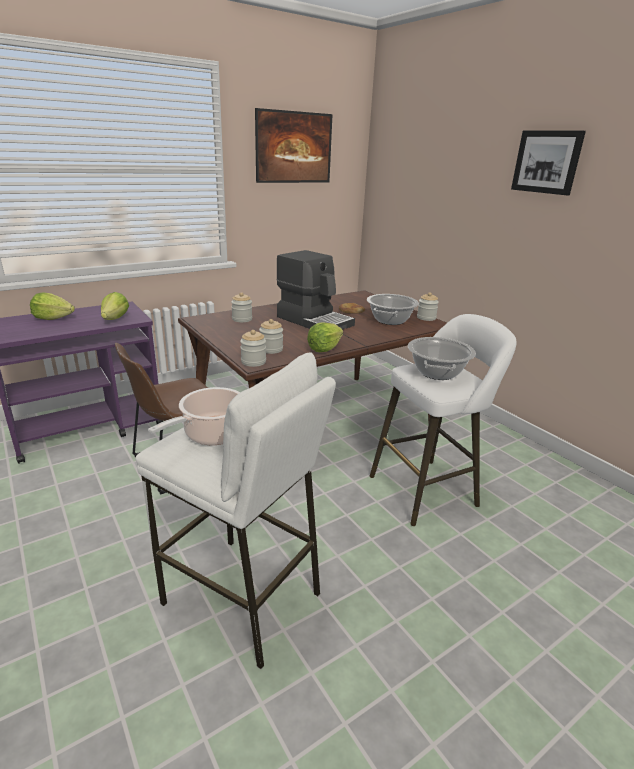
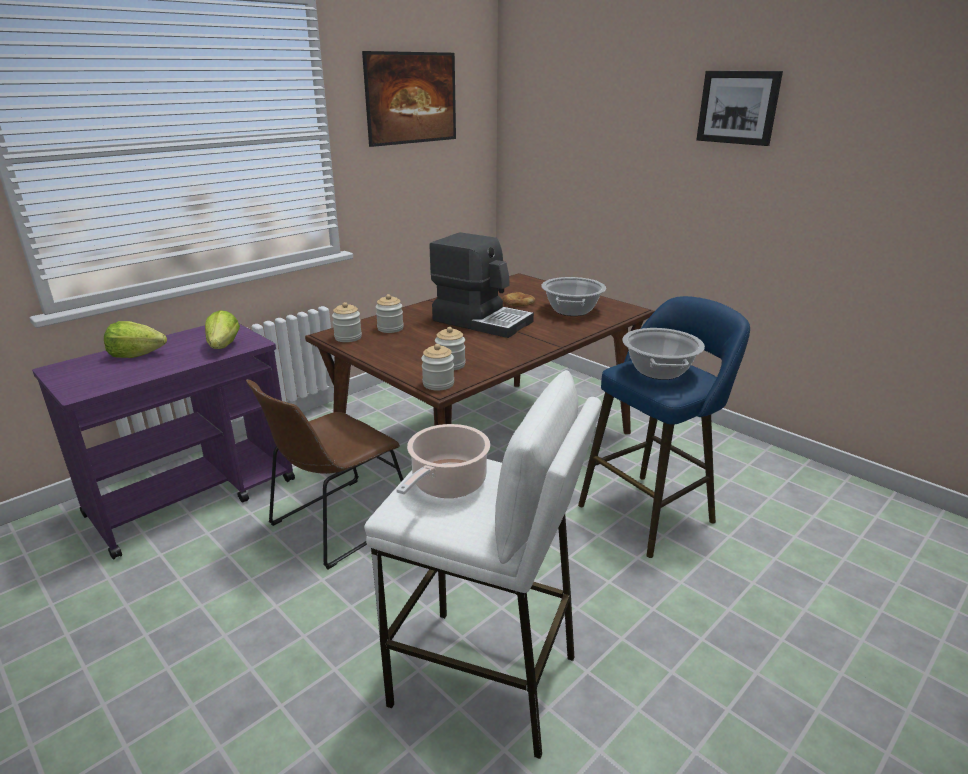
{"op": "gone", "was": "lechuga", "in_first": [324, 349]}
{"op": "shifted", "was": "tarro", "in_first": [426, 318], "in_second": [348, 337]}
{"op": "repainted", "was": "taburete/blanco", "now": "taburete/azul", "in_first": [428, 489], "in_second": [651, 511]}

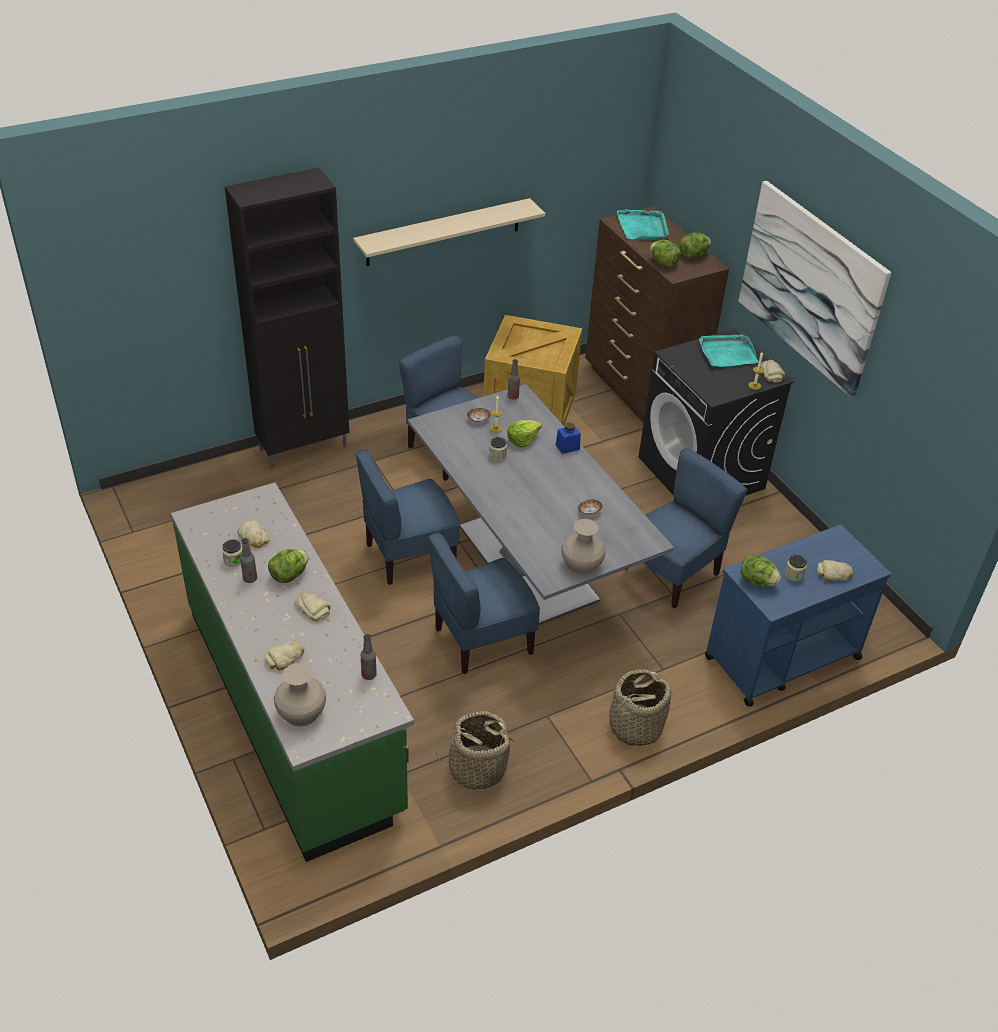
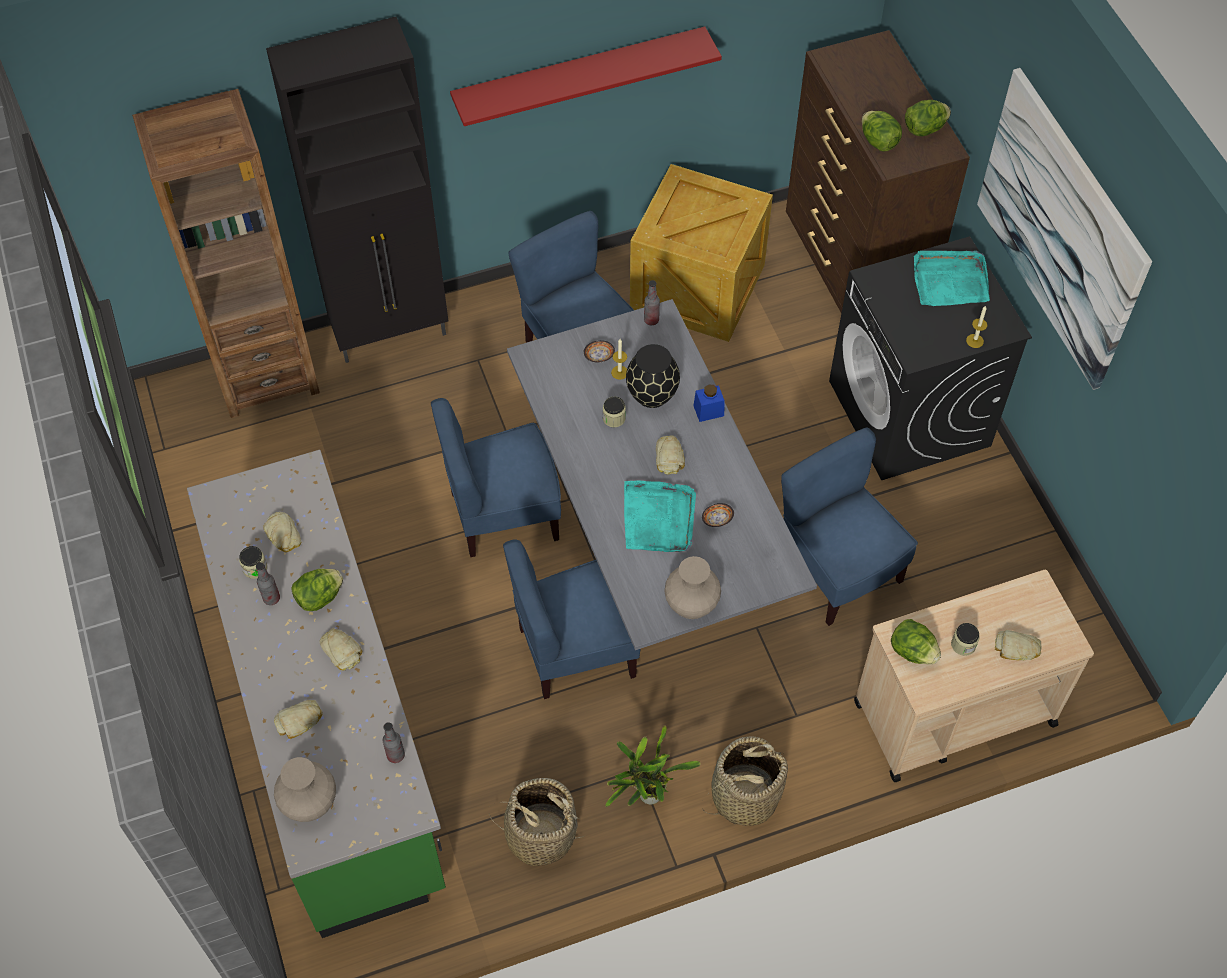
{"op": "new", "now": "estantería/marrón", "in_second": [266, 376]}
{"op": "new", "now": "planta en maceta", "in_second": [646, 795]}
{"op": "shifted", "was": "bandeja/turquesa", "in_first": [643, 227], "in_second": [658, 519]}
{"op": "shifted", "was": "pan", "in_first": [772, 374], "in_second": [670, 457]}
{"op": "swapped", "was": "lechuga", "now": "florero/negro", "in_first": [522, 440], "in_second": [651, 394]}
{"op": "repainted", "was": "estante/beis", "now": "estante/rojo", "in_first": [443, 232], "in_second": [579, 75]}
{"op": "repainted", "was": "carrito/azul", "now": "carrito/beis", "in_first": [781, 658], "in_second": [953, 713]}
{"op": "rotated", "was": "silla/azul", "in_first": [672, 572], "in_second": [838, 570], "clockwise": -90}

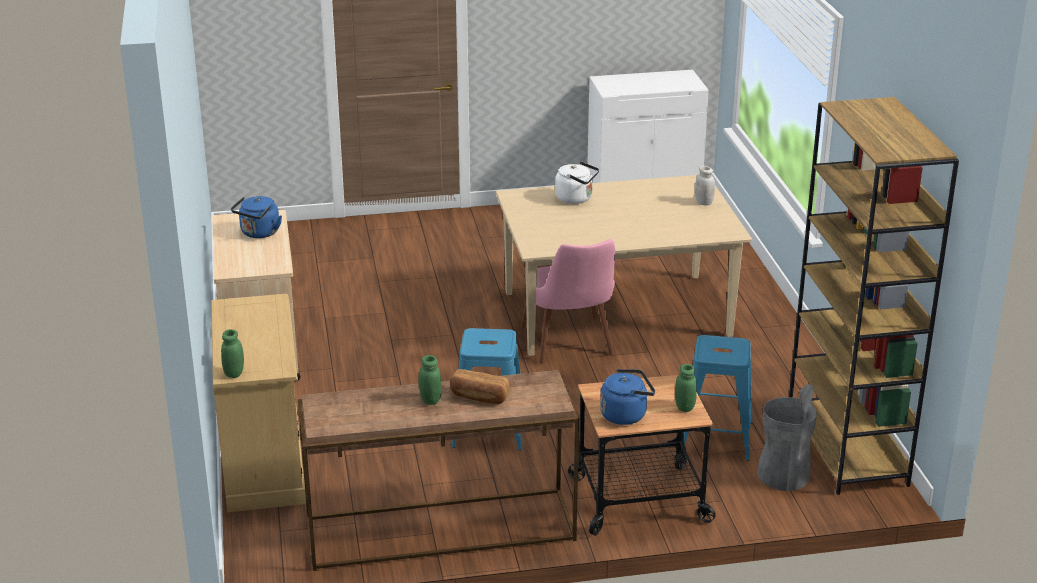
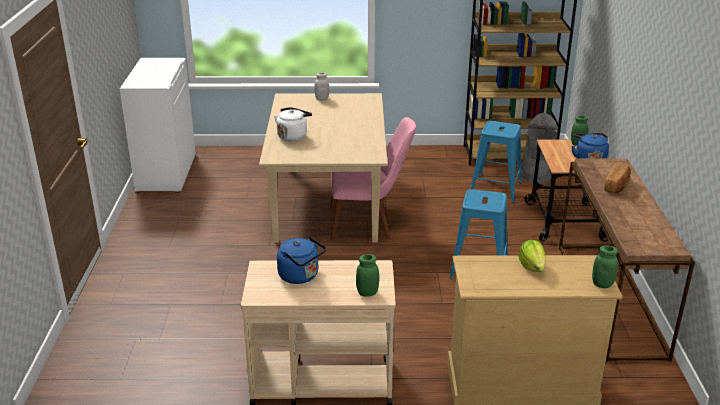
{"op": "new", "now": "lechuga", "in_second": [532, 266]}
{"op": "shifted", "was": "tarro/verde", "in_first": [430, 400], "in_second": [367, 293]}

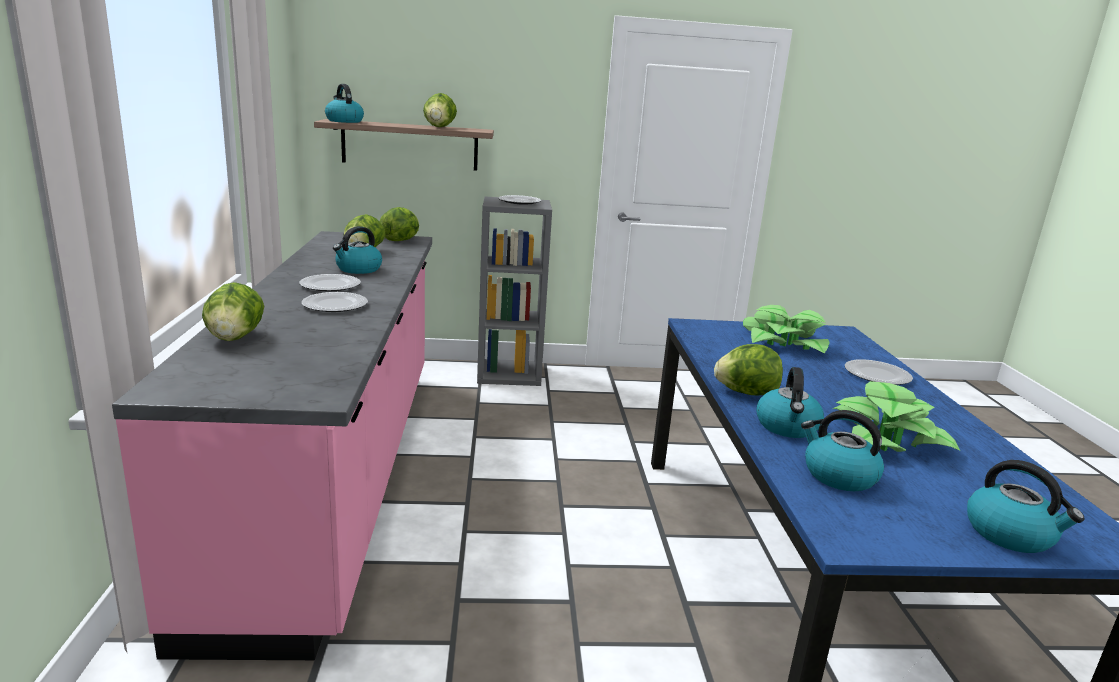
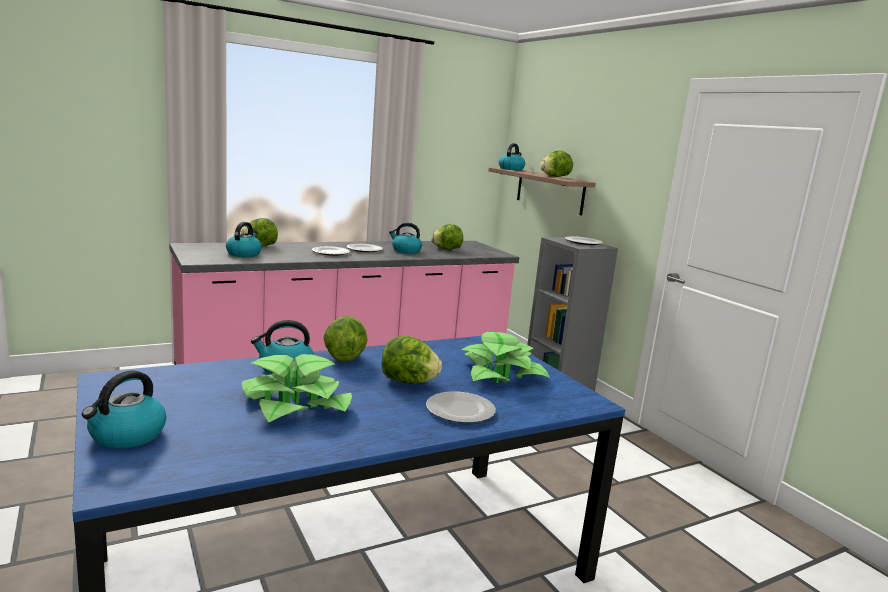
{"op": "shifted", "was": "lechuga", "in_first": [401, 240], "in_second": [408, 382]}
{"op": "shifted", "was": "hervidor", "in_first": [838, 475], "in_second": [244, 254]}

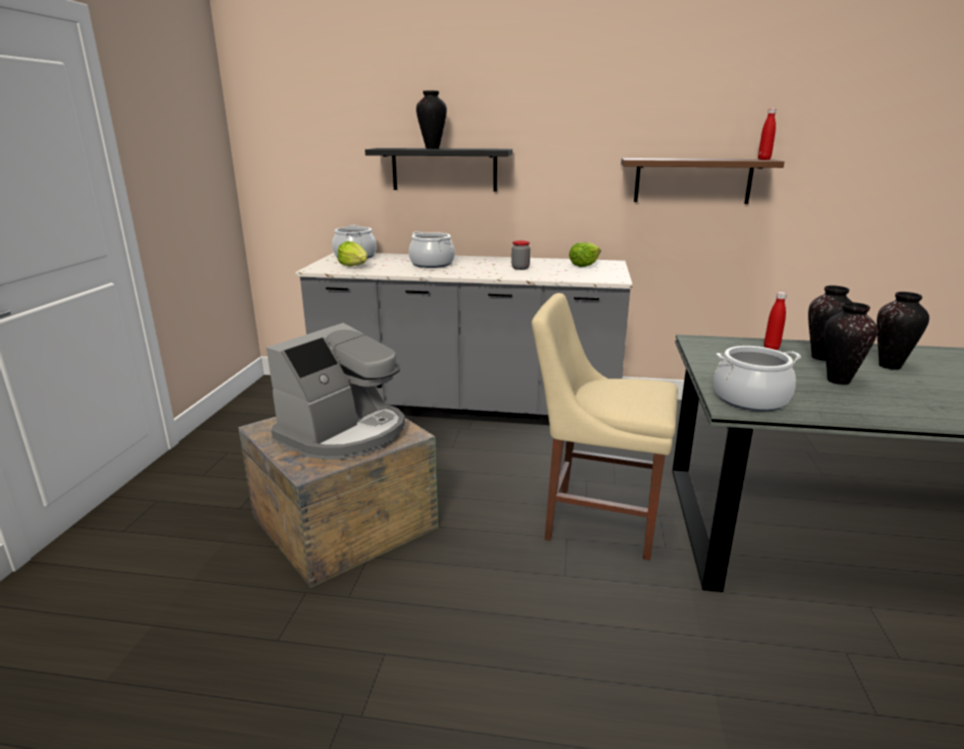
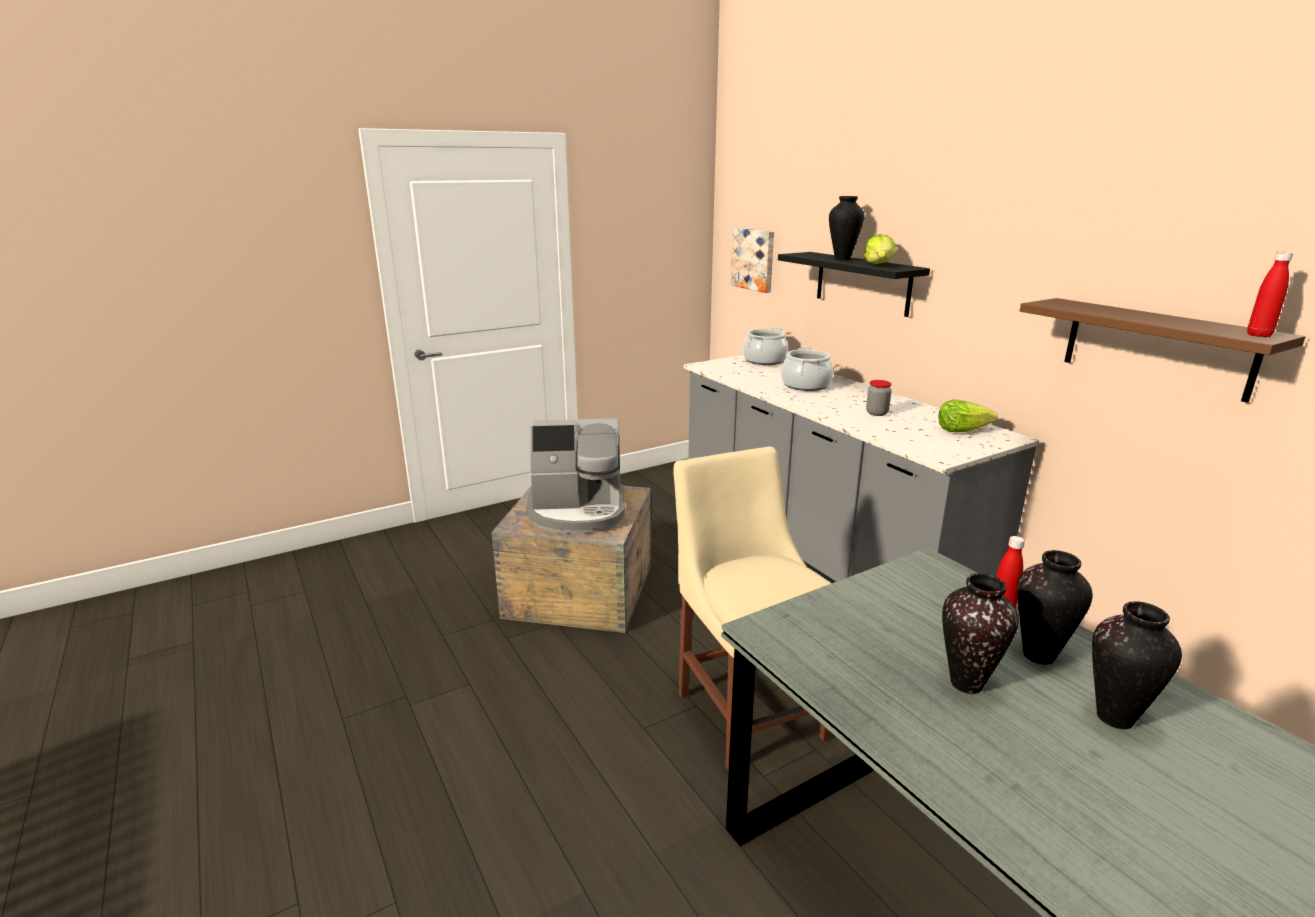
{"op": "gone", "was": "olla", "in_first": [750, 399]}
{"op": "new", "now": "cuadro", "in_second": [754, 259]}
{"op": "shifted", "was": "lechuga", "in_first": [355, 266], "in_second": [879, 265]}

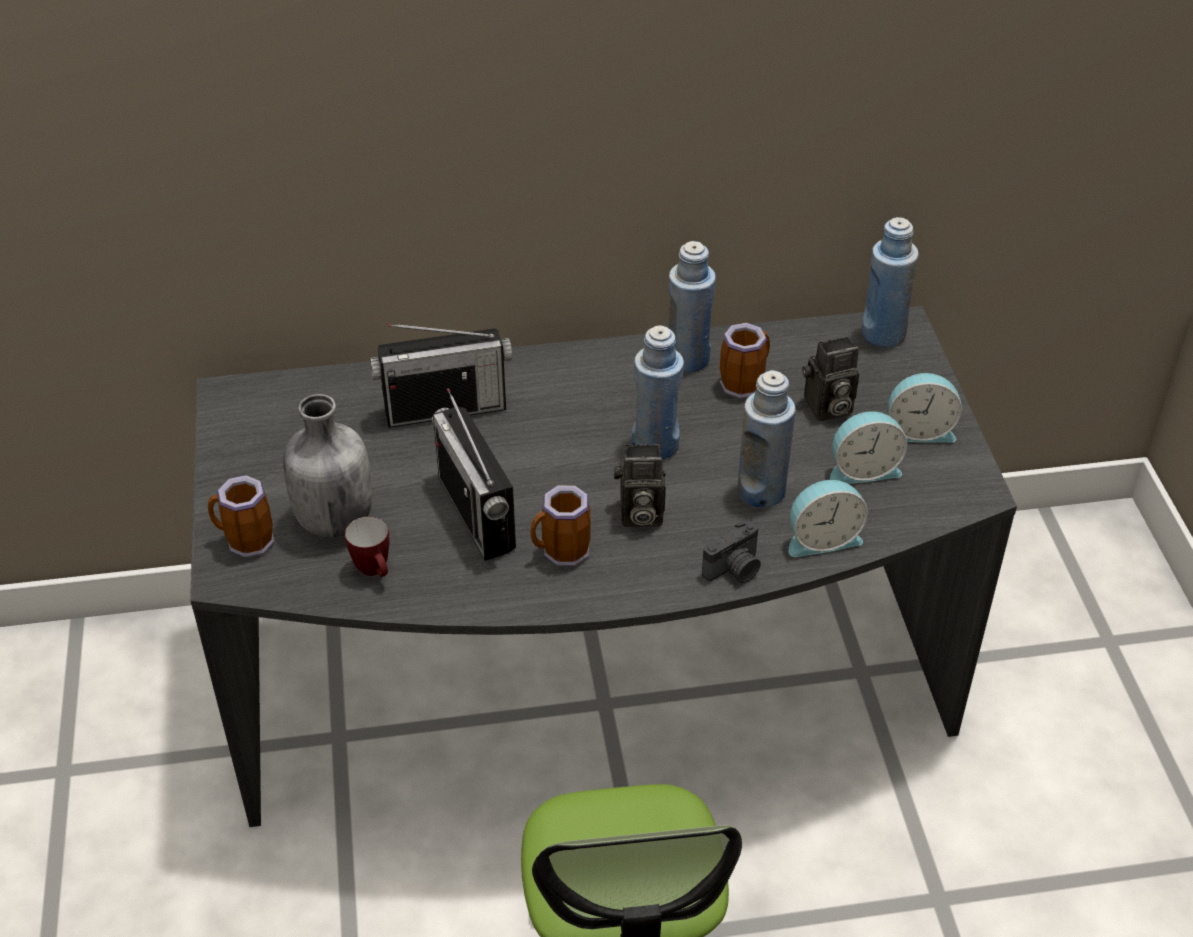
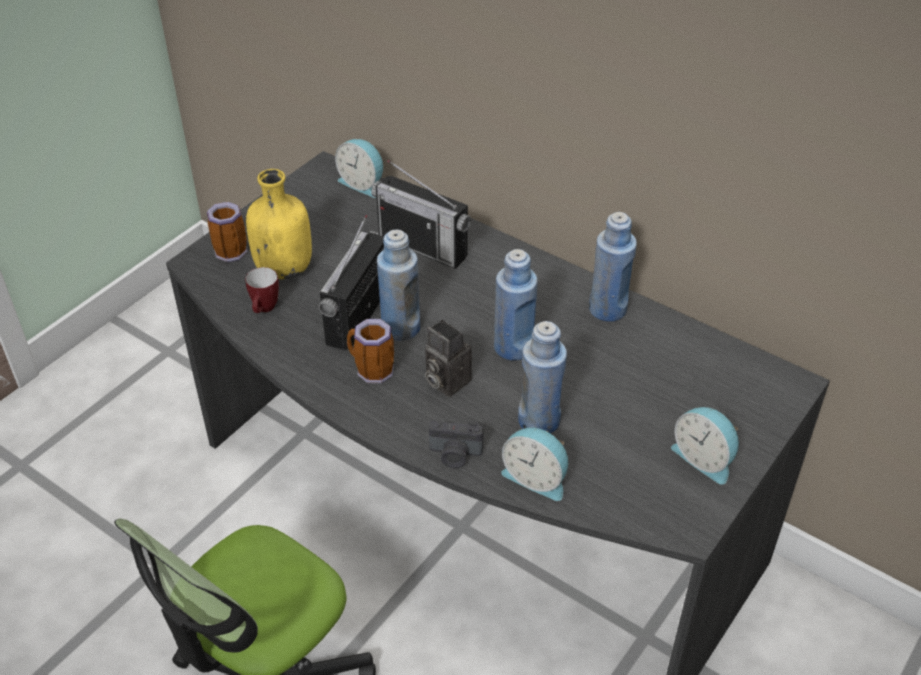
{"op": "gone", "was": "taza grande", "in_first": [743, 383]}
{"op": "gone", "was": "cámara", "in_first": [827, 408]}
{"op": "shifted", "was": "despertador", "in_first": [862, 469], "in_second": [363, 184]}
{"op": "shifted", "was": "botella/azul", "in_first": [883, 334], "in_second": [400, 328]}
{"op": "repainted", "was": "botella/gris", "now": "botella/amarillo", "in_first": [333, 519], "in_second": [284, 268]}

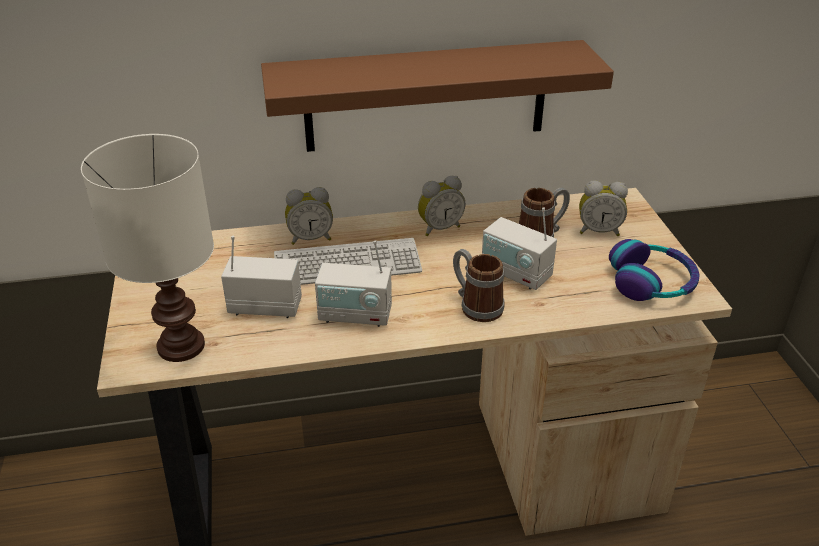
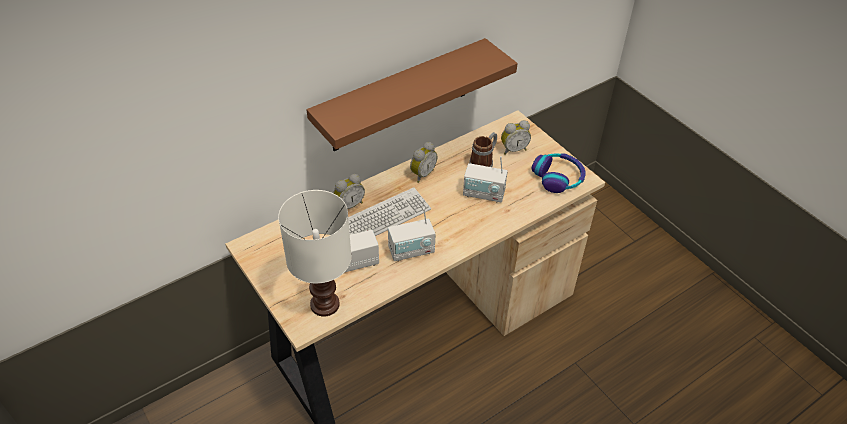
{"op": "gone", "was": "taza grande", "in_first": [475, 305]}

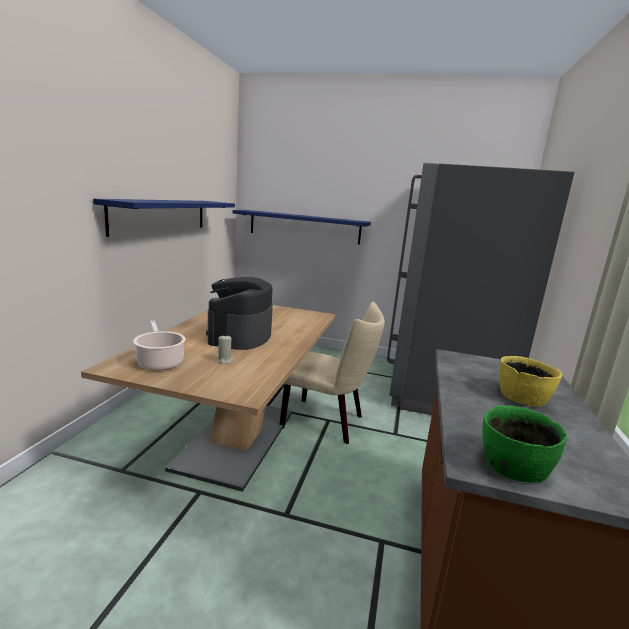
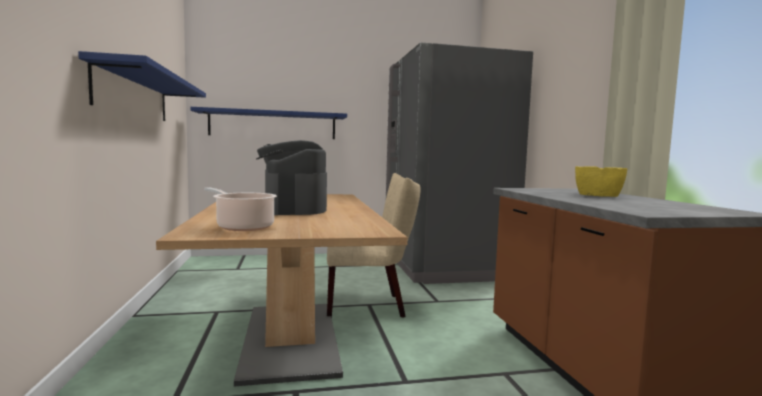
{"op": "gone", "was": "vela/beis", "in_first": [224, 361]}
{"op": "gone", "was": "cuenco/verde", "in_first": [513, 465]}

